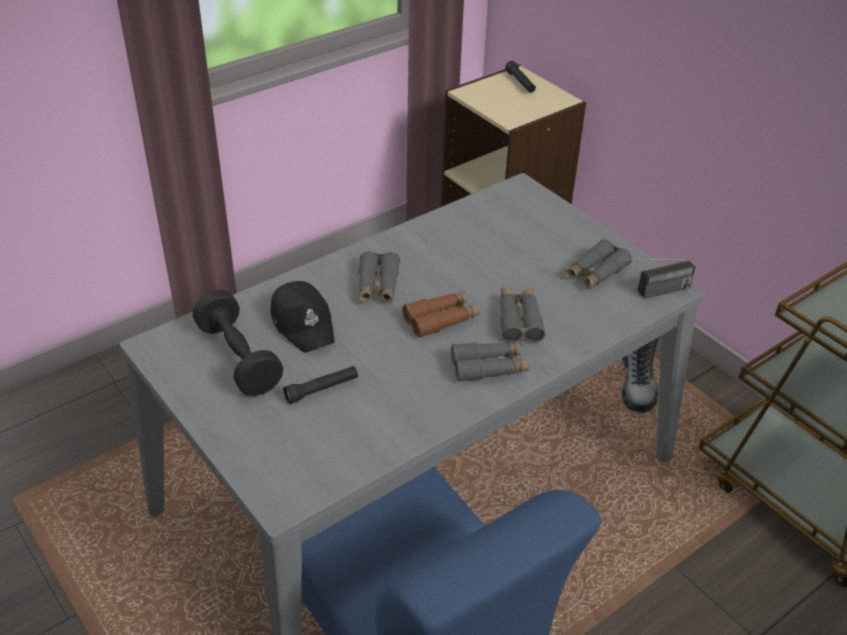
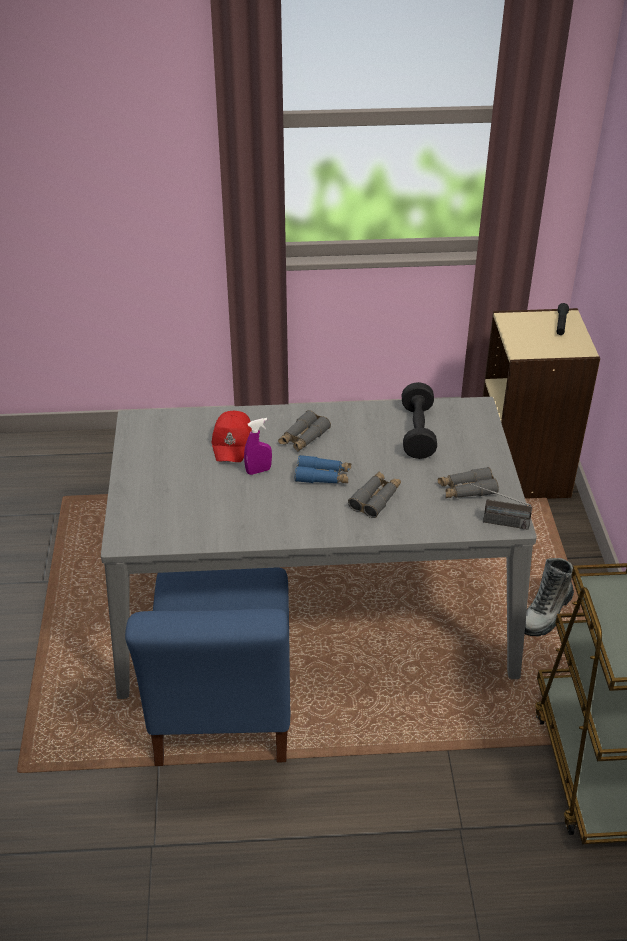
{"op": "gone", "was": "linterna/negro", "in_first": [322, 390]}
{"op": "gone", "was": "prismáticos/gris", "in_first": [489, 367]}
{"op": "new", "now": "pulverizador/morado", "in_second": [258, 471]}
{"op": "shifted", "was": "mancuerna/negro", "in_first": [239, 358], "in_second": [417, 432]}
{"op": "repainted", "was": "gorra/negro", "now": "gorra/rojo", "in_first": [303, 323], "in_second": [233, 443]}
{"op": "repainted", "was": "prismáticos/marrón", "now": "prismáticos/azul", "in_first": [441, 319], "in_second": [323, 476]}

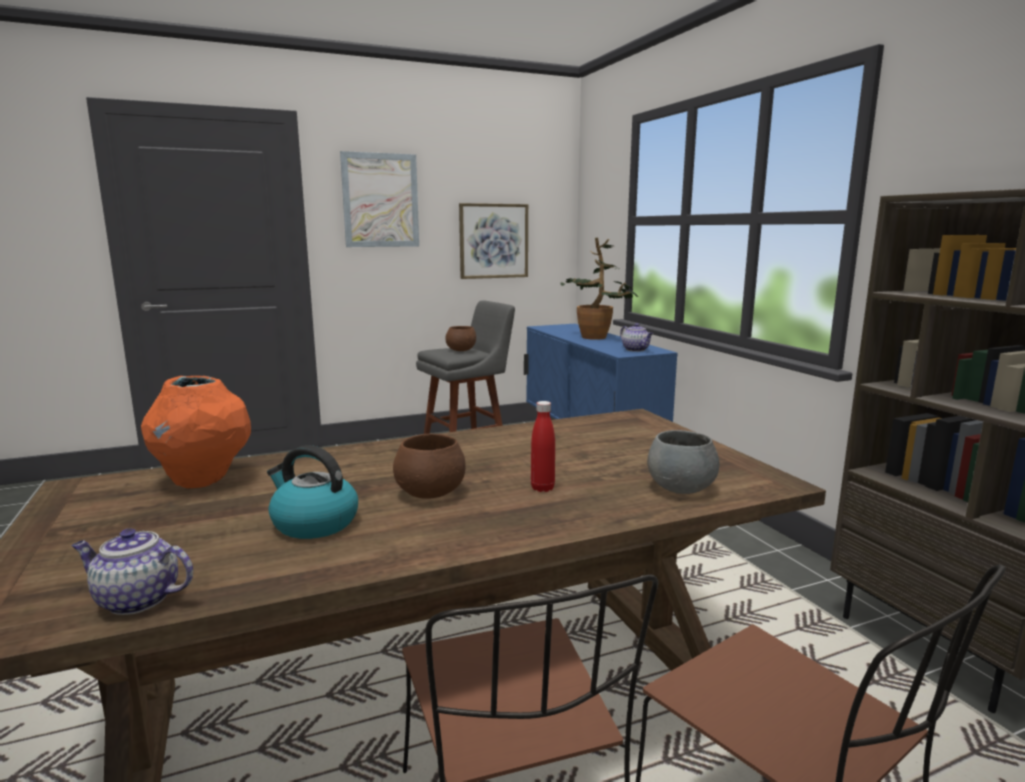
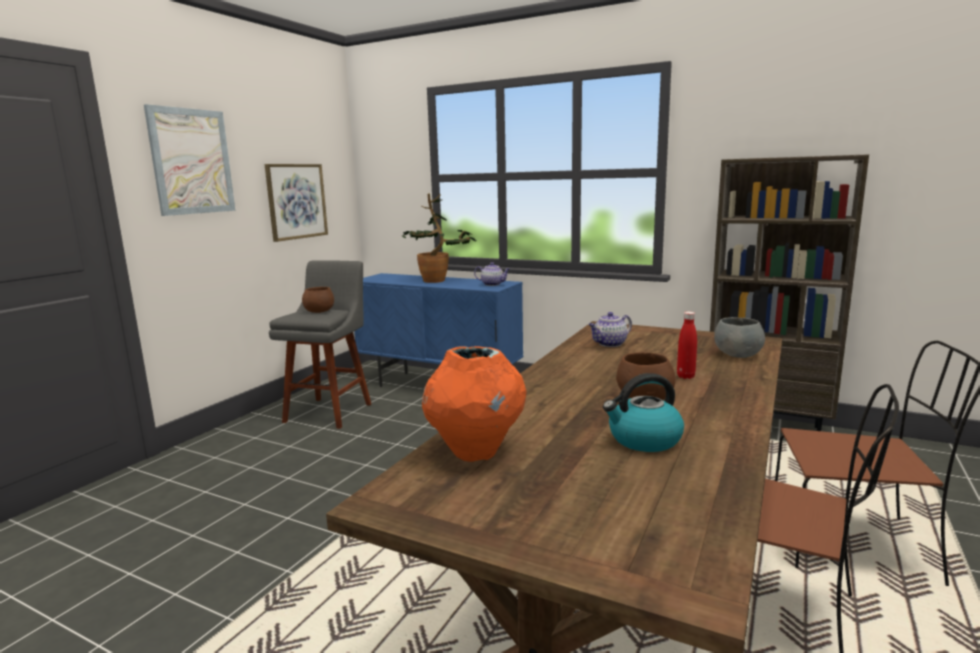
{"op": "shifted", "was": "tetera", "in_first": [136, 600], "in_second": [609, 344]}

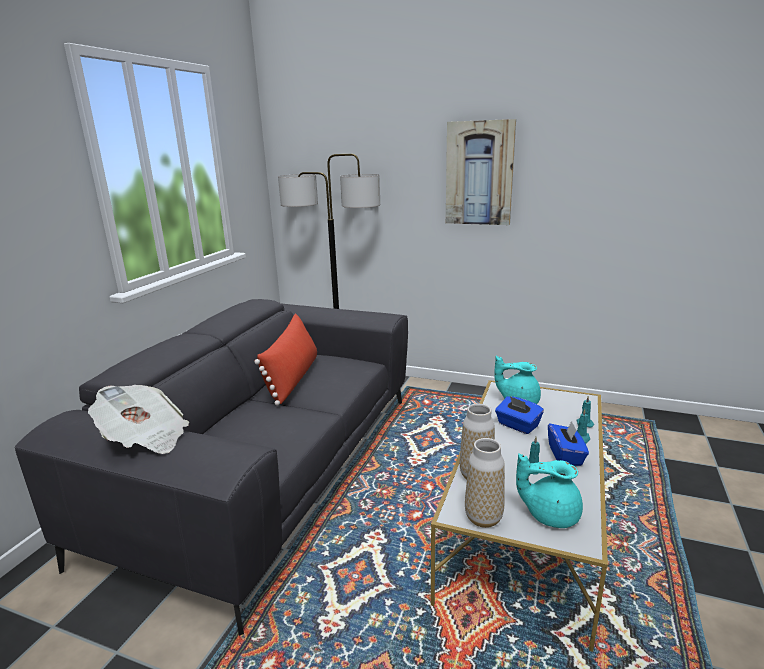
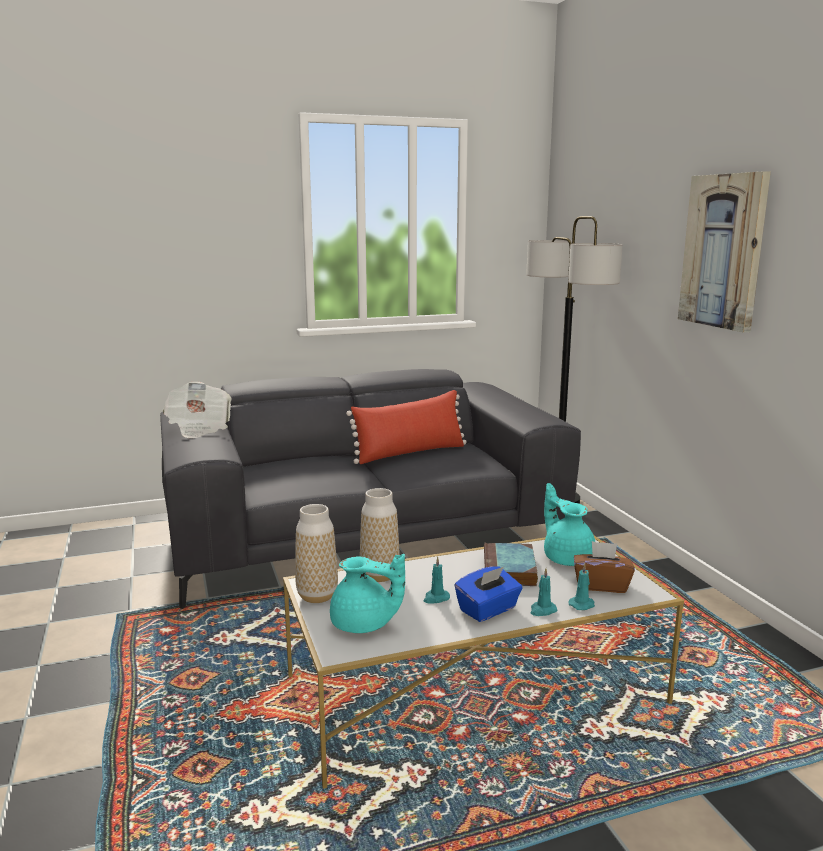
{"op": "new", "now": "caja de pañuelos/marrón", "in_second": [601, 585]}
{"op": "swapped", "was": "caja de pañuelos/azul", "now": "libro", "in_first": [517, 425], "in_second": [510, 570]}
{"op": "rotated", "was": "tetera/turquesa", "in_first": [549, 514], "in_second": [364, 625], "clockwise": 135}

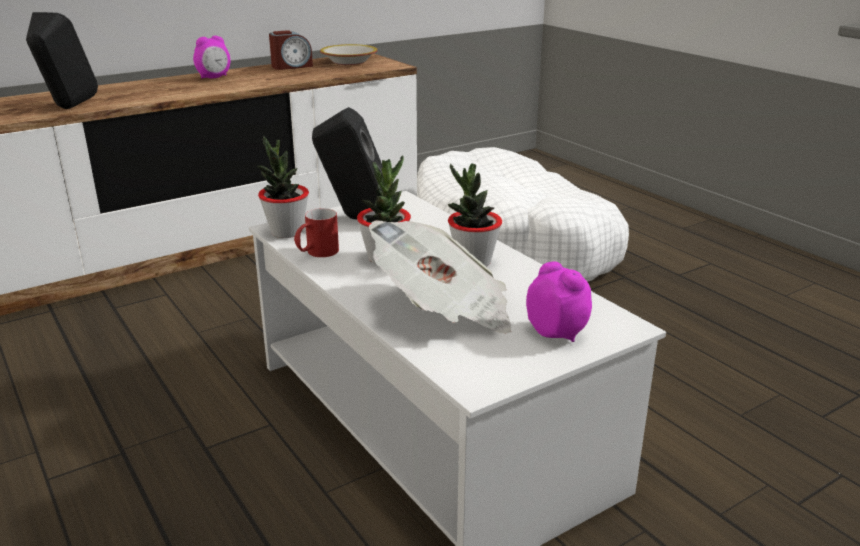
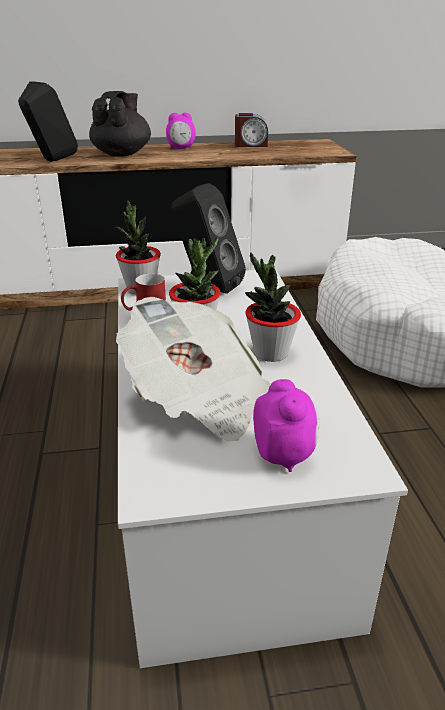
{"op": "gone", "was": "cuenco", "in_first": [349, 62]}
{"op": "new", "now": "tetera/negro", "in_second": [122, 154]}

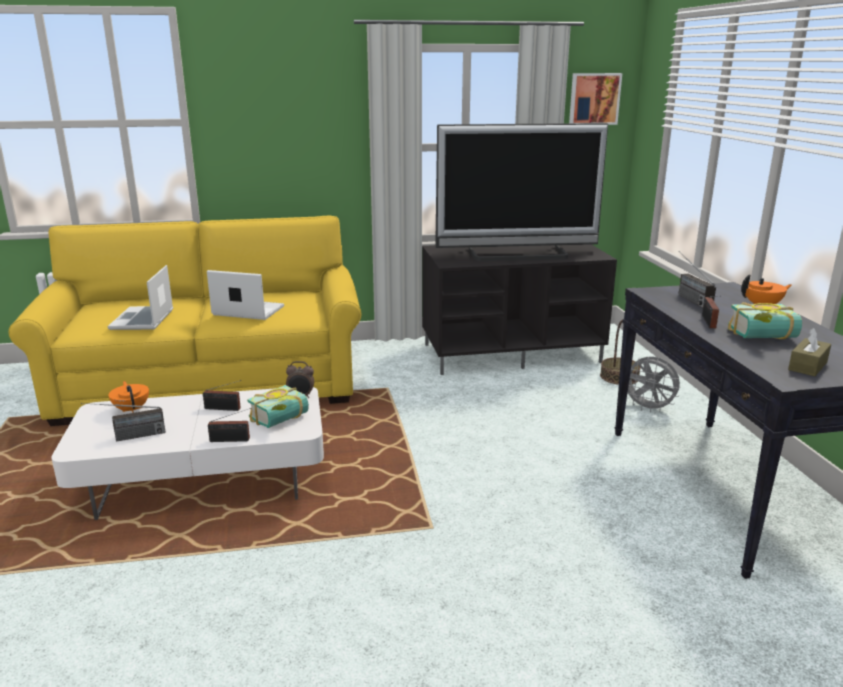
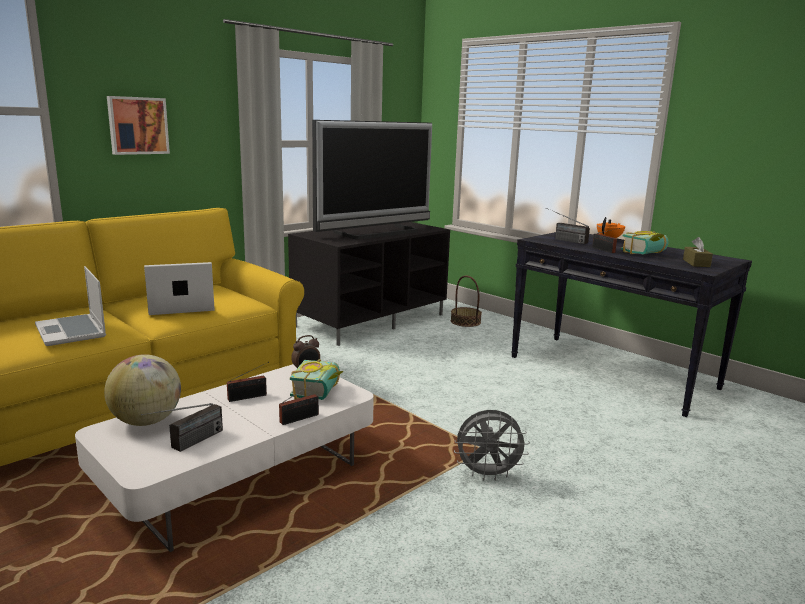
{"op": "shifted", "was": "cuadro", "in_first": [594, 99], "in_second": [137, 125]}
{"op": "shifted", "was": "ventilador/gris", "in_first": [648, 408], "in_second": [488, 474]}
{"op": "swapped", "was": "tetera/naranja", "now": "globo terráqueo", "in_first": [132, 409], "in_second": [146, 421]}

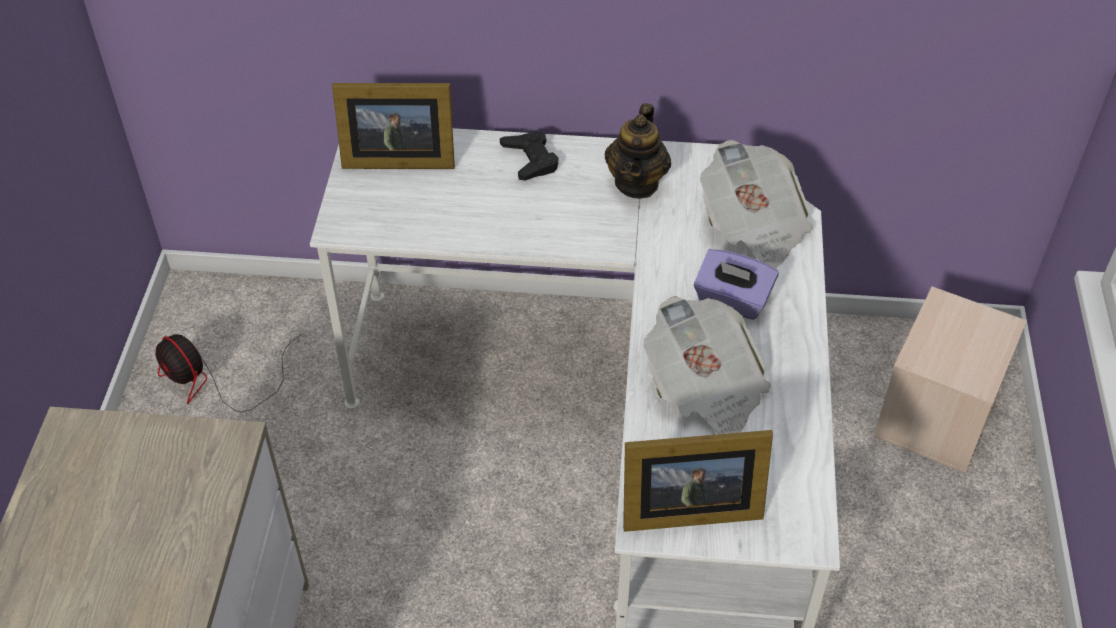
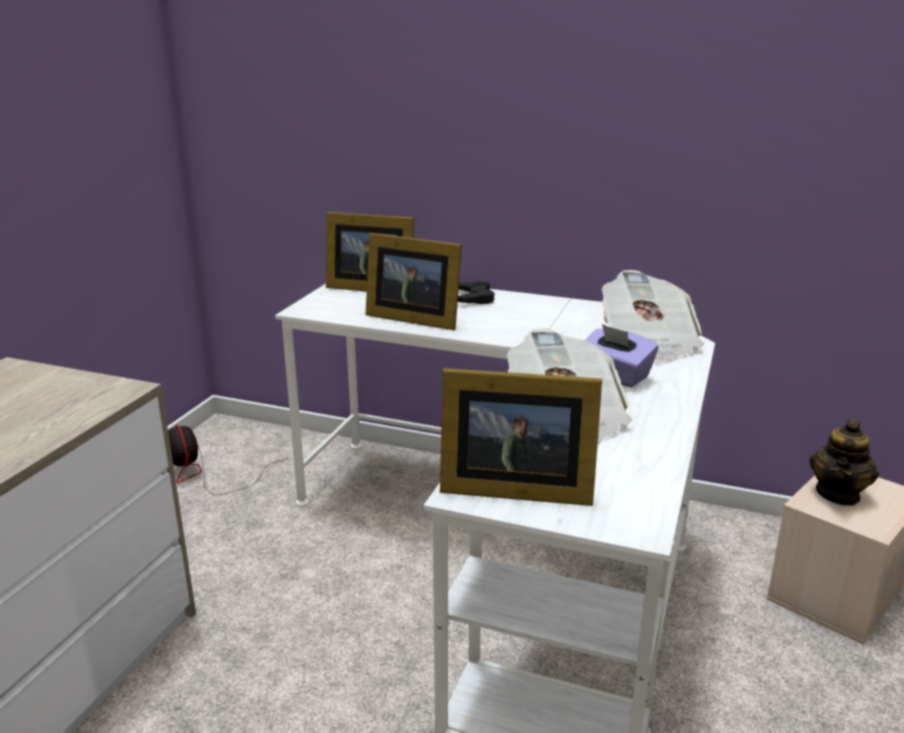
{"op": "new", "now": "portarretratos", "in_second": [412, 318]}
{"op": "shifted", "was": "tetera", "in_first": [637, 183], "in_second": [838, 494]}

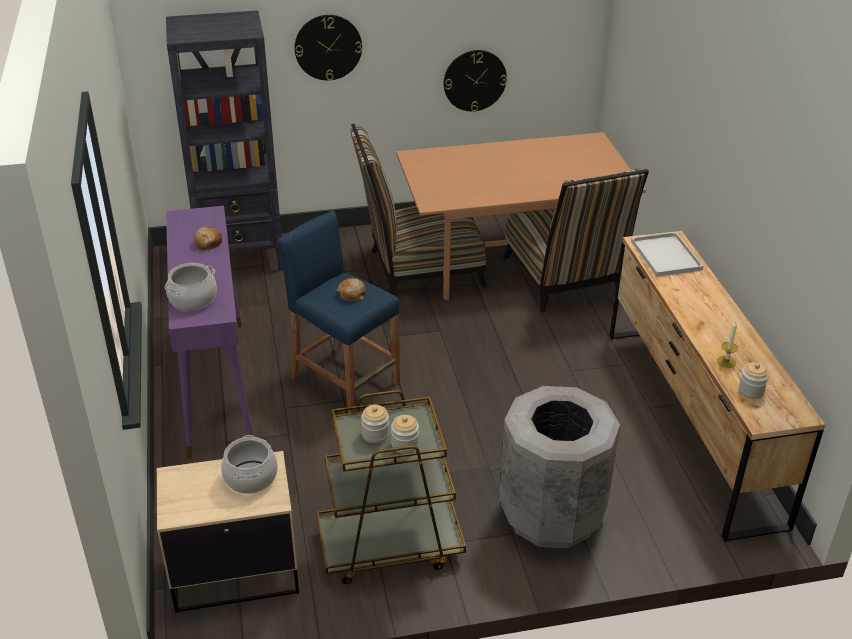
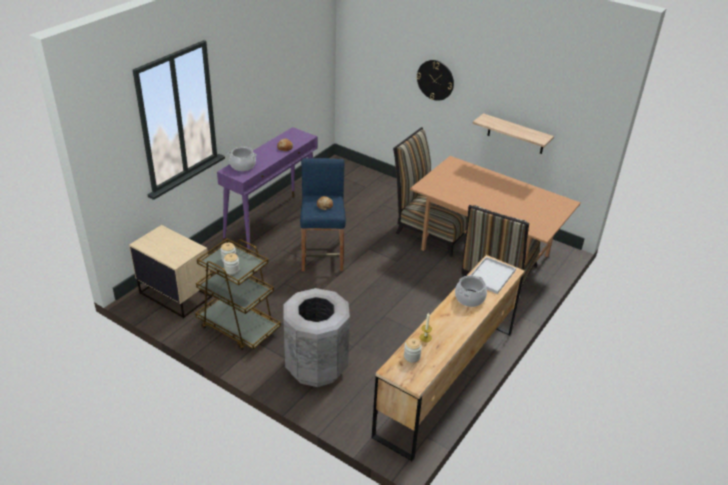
{"op": "gone", "was": "estantería/negro", "in_first": [242, 258]}
{"op": "shifted", "was": "olla", "in_first": [250, 477], "in_second": [469, 298]}
{"op": "swapped", "was": "reloj de pared", "now": "estante", "in_first": [474, 80], "in_second": [516, 134]}

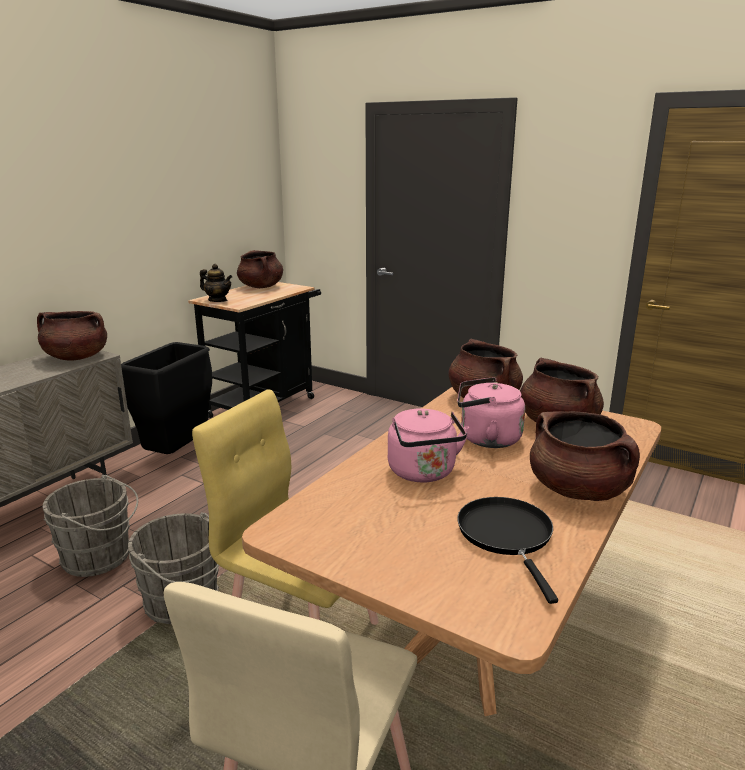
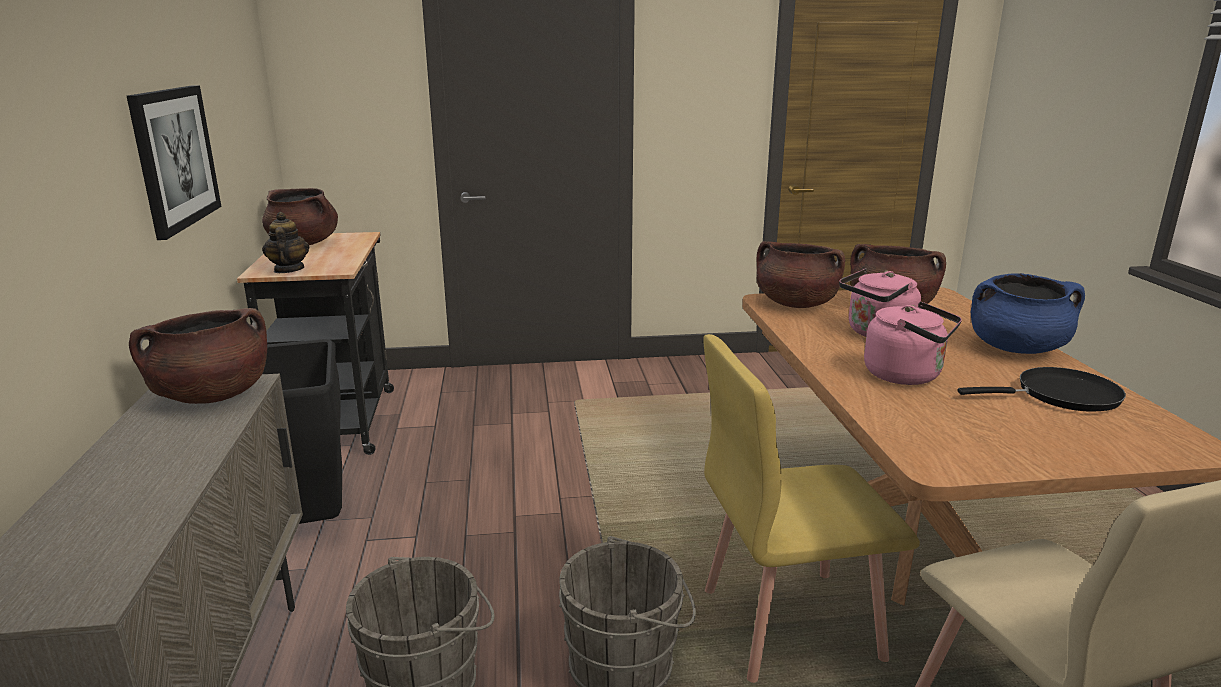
{"op": "new", "now": "cuadro", "in_second": [175, 158]}
{"op": "repainted", "was": "olla/marrón", "now": "olla/azul", "in_first": [578, 490], "in_second": [1017, 348]}
{"op": "rotated", "was": "tetera", "in_first": [217, 300], "in_second": [288, 270], "clockwise": -90}
{"op": "rotated", "was": "sartén/negro", "in_first": [507, 536], "in_second": [1061, 395], "clockwise": 135}

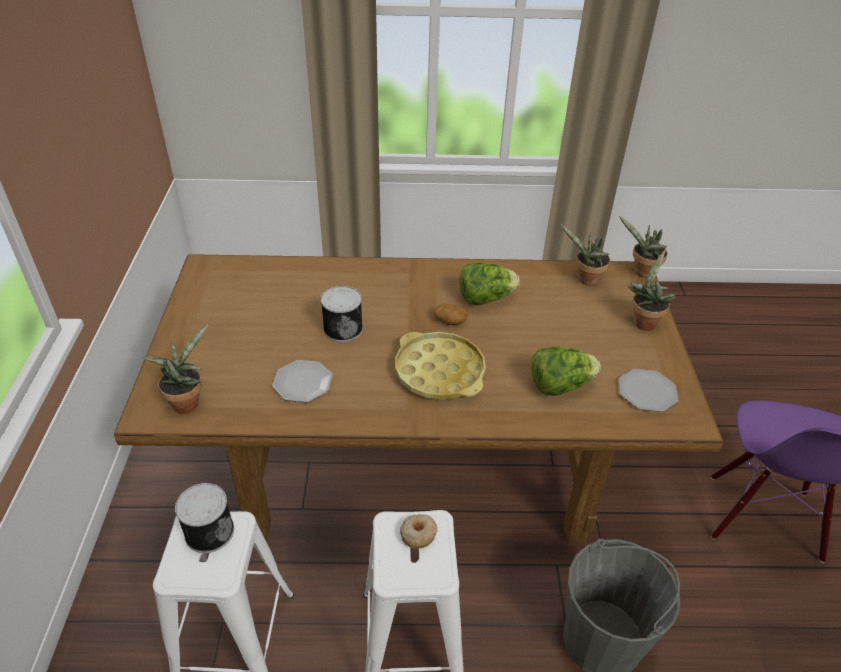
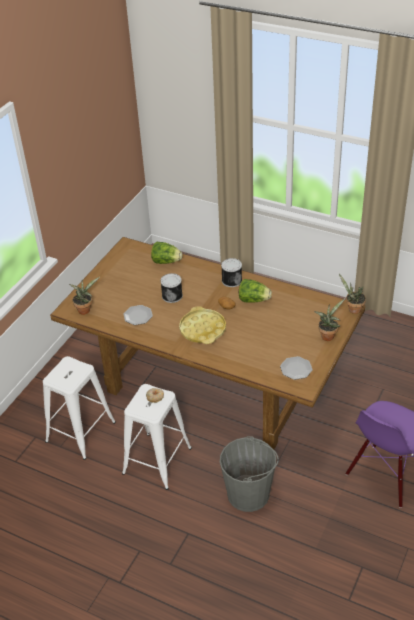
{"op": "gone", "was": "planta en maceta", "in_first": [585, 280]}
{"op": "shifted", "was": "lata", "in_first": [208, 531], "in_second": [231, 280]}
{"op": "shifted", "was": "lechuga", "in_first": [560, 385], "in_second": [166, 261]}

